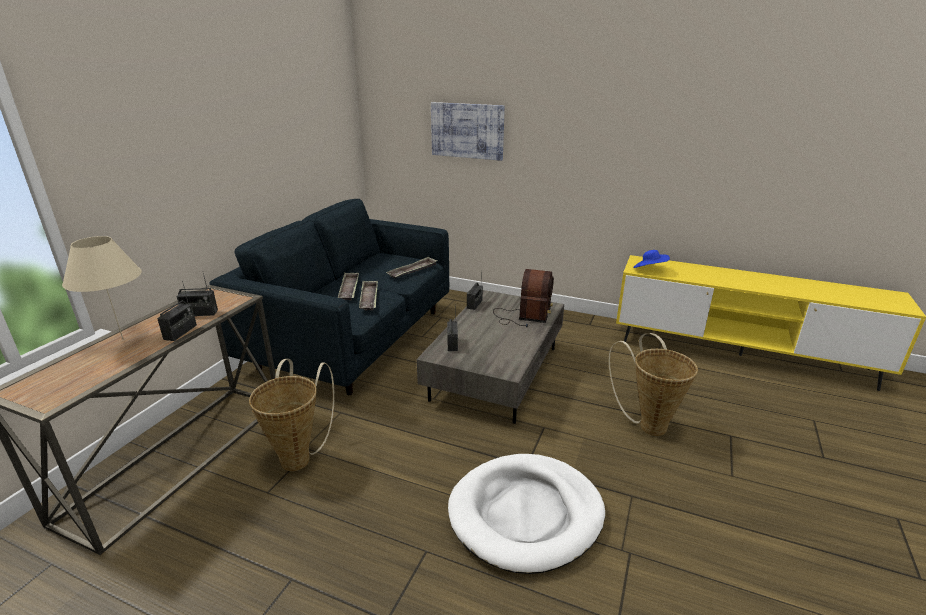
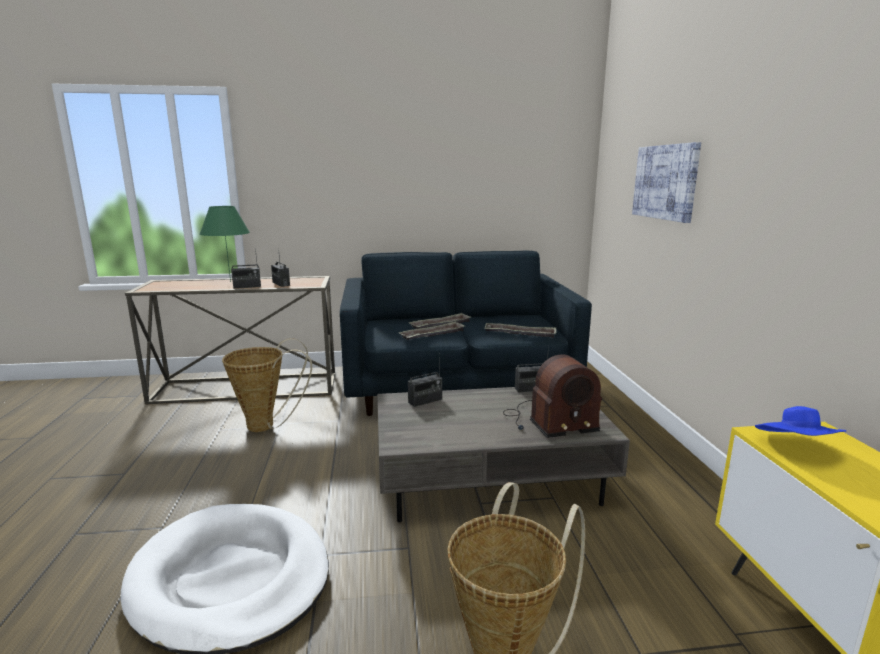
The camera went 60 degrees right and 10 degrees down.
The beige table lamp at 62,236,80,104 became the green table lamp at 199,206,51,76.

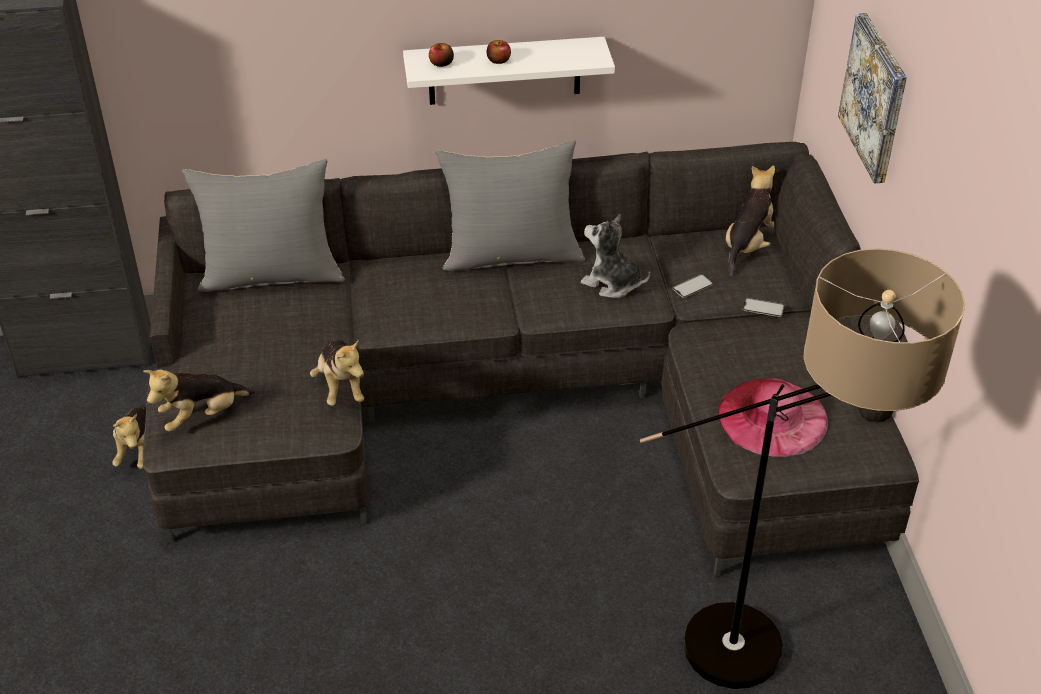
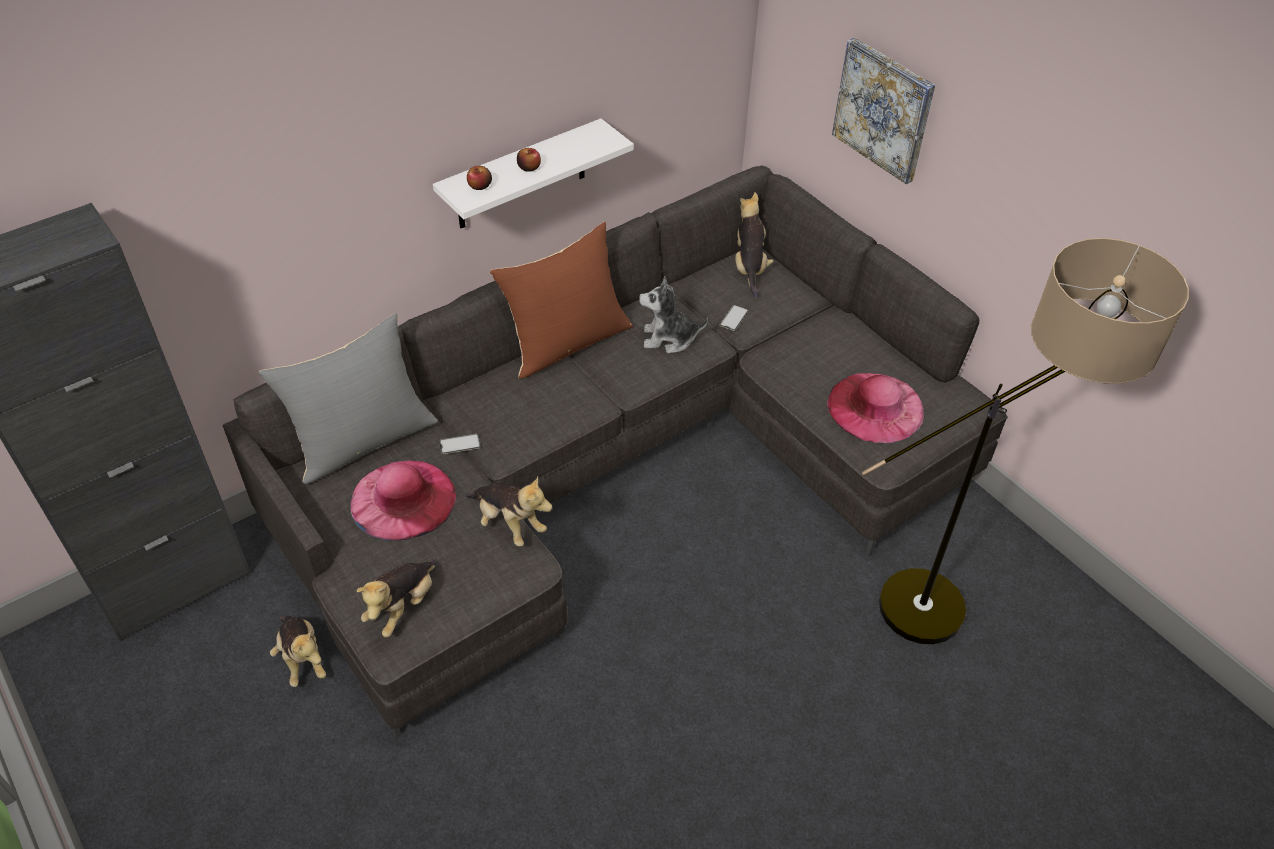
The camera went 30 degrees left and 5 degrees up.
The pink hat at 350,460,106,81 appeared.
The phone moved from 743,298,42,19 to 439,434,42,20.
The grey pillow at 435,140,150,131 became the brown pillow at 490,222,143,157.

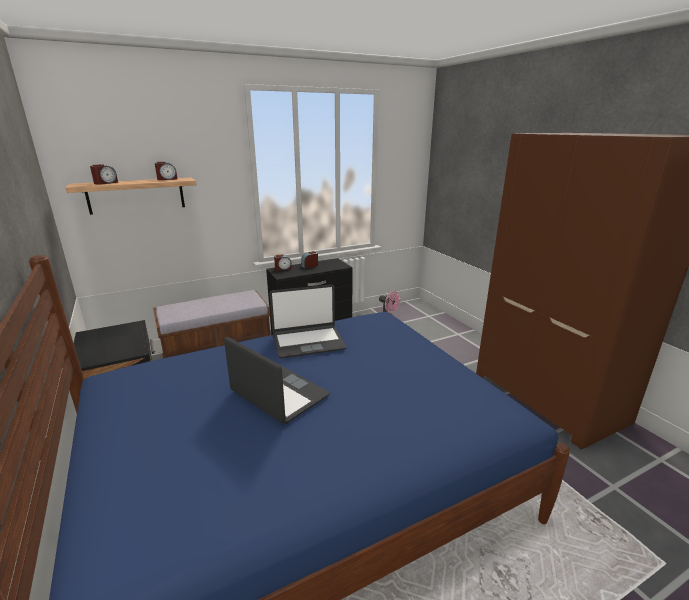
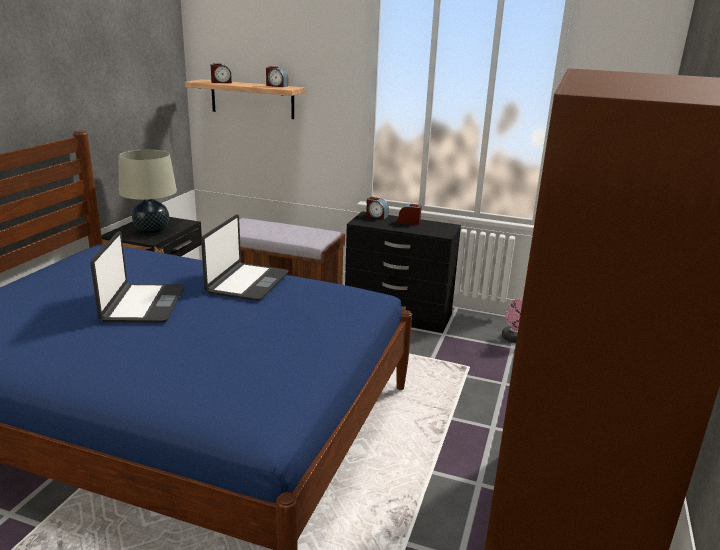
The camera went 45 degrees right and 0 degrees up.
The beige table lamp at 119,149,58,85 appeared.
The laptop at 269,284,77,74 turned 105 degrees counterclockwise.

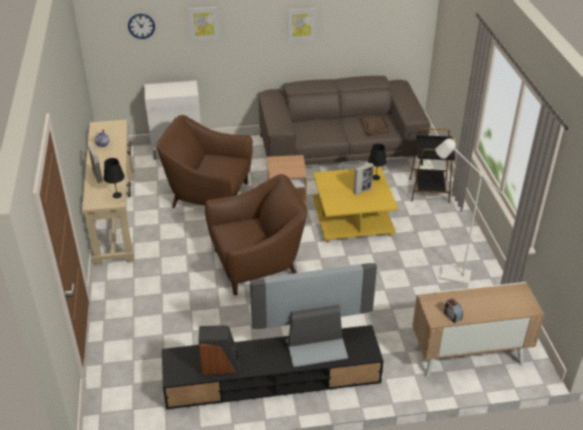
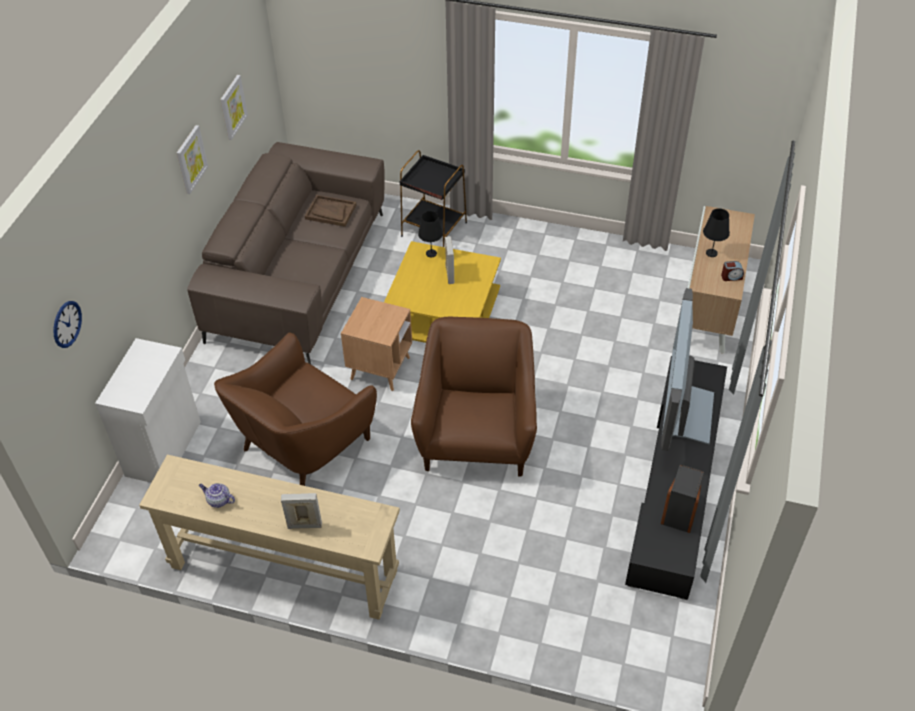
The camera went 65 degrees left and 10 degrees up.
The picture moved from 188,7,32,34 to 220,75,28,65.
The black table lamp moved from 104,158,21,40 to 703,208,27,49.
The white floor lamp at 435,139,68,146 disappeared.

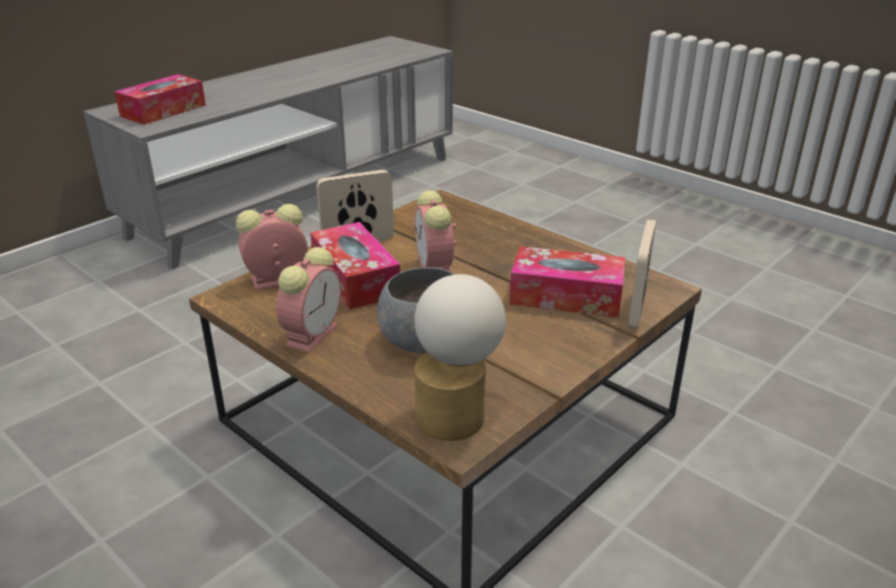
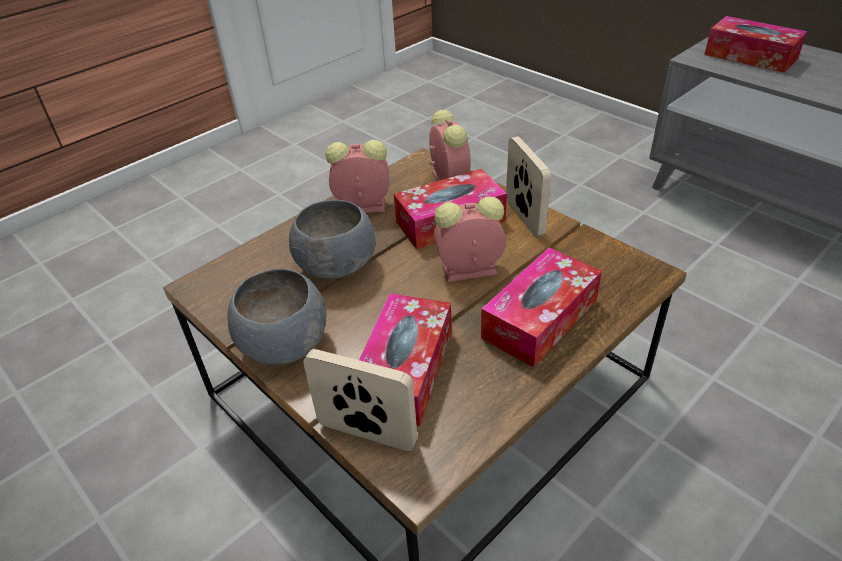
The camera went 95 degrees right and 10 degrees up.
The grey bowl at 227,268,100,97 appeared.
The alarm clock at 276,247,65,106 turned 150 degrees clockwise.
The tissue box at 481,248,121,120 appeared.
The table lamp at 414,274,92,167 disappeared.

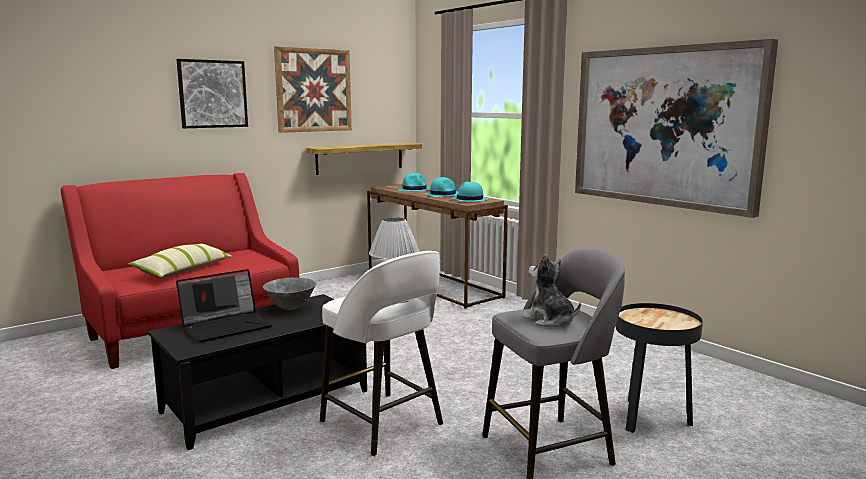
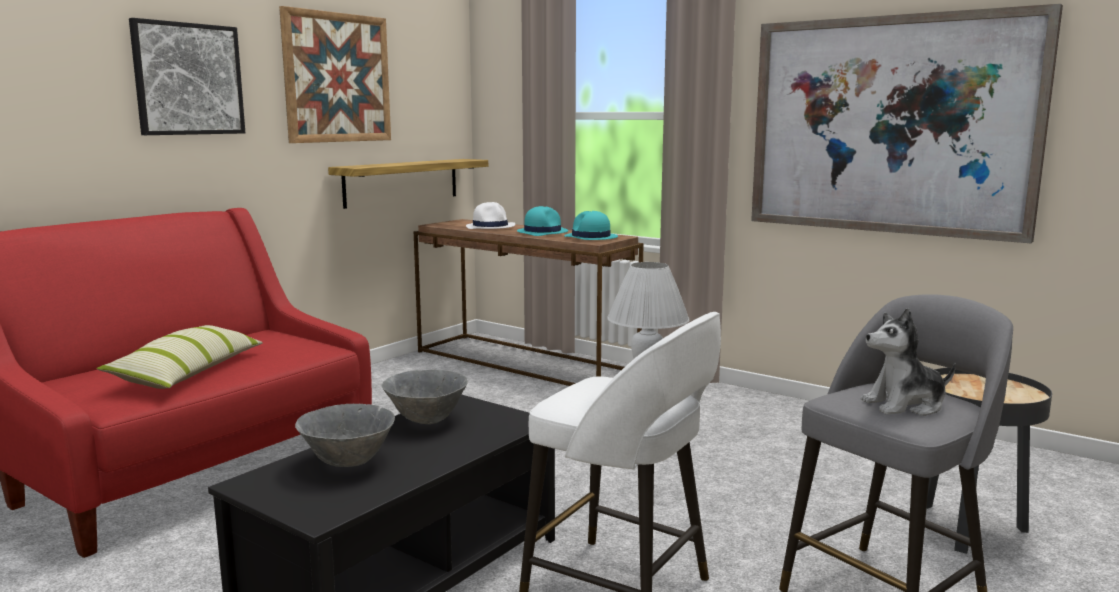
The camera went 15 degrees left and 0 degrees up.
The laptop at 176,269,96,74 was replaced by the grey bowl at 295,404,100,63.
The turquoise hat at 398,173,33,18 became the white hat at 466,202,49,27.
The plush toy at 523,254,58,73 turned 45 degrees counterclockwise.

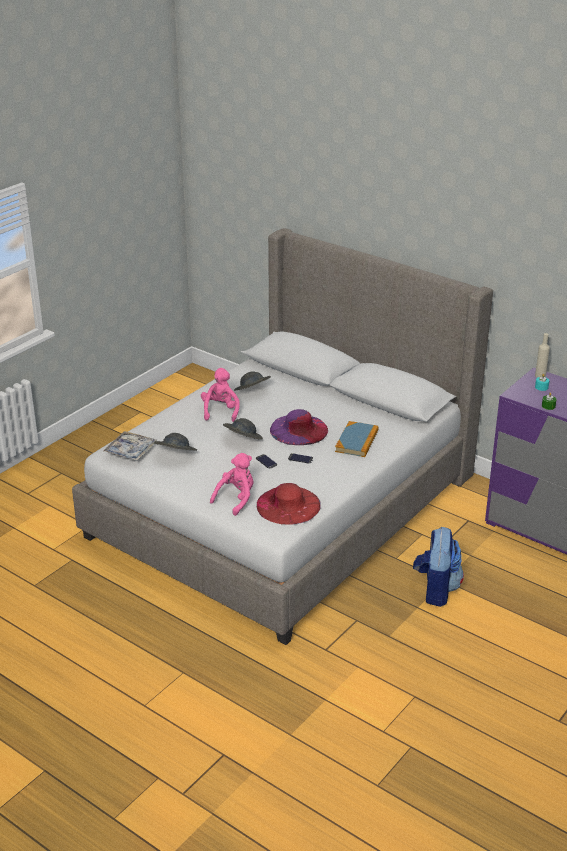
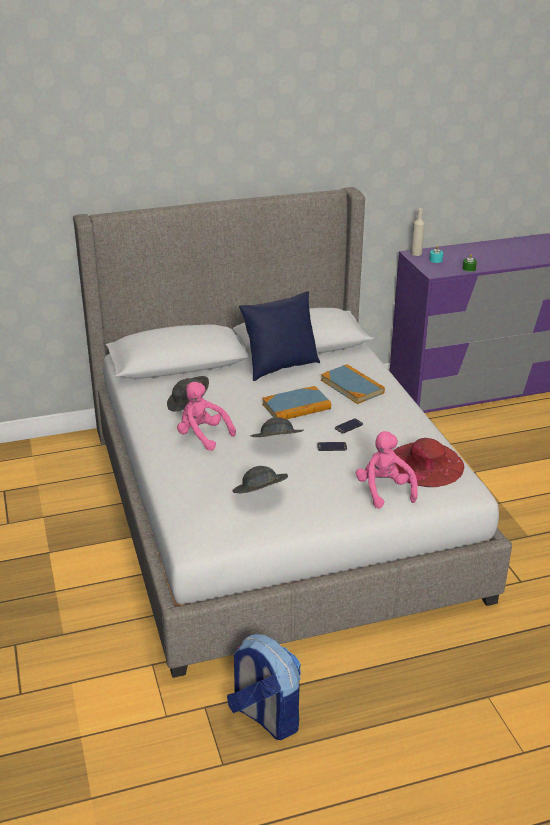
The camera went 55 degrees left and 0 degrees up.
The backpack moved from 413,527,51,80 to 227,634,74,106.
The blue pillow at 239,291,81,90 appeared.
The purple hat at 270,409,58,36 was replaced by the book at 262,386,69,33.
The tray at 103,431,54,30 disappeared.

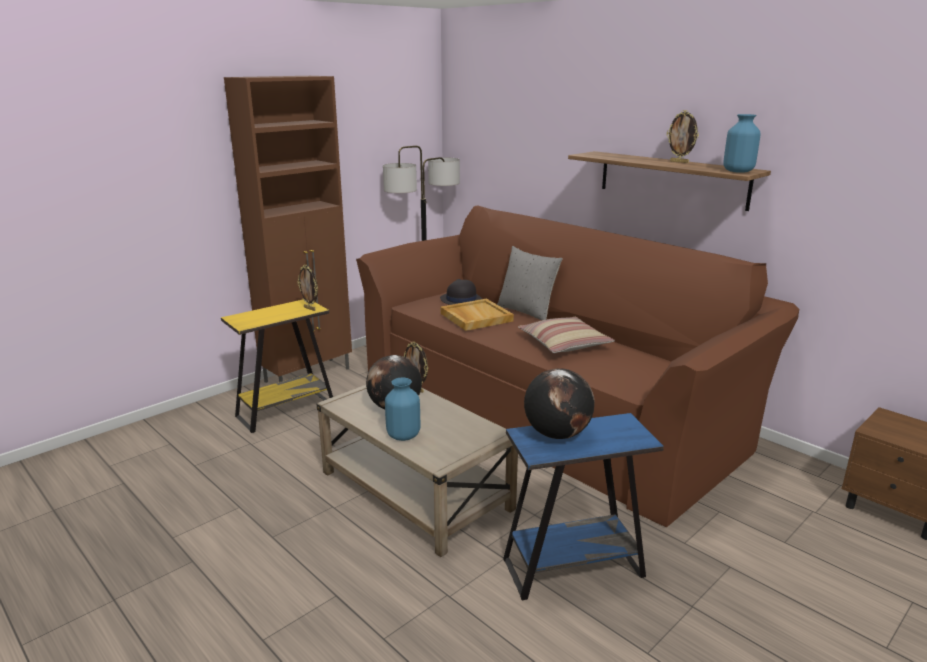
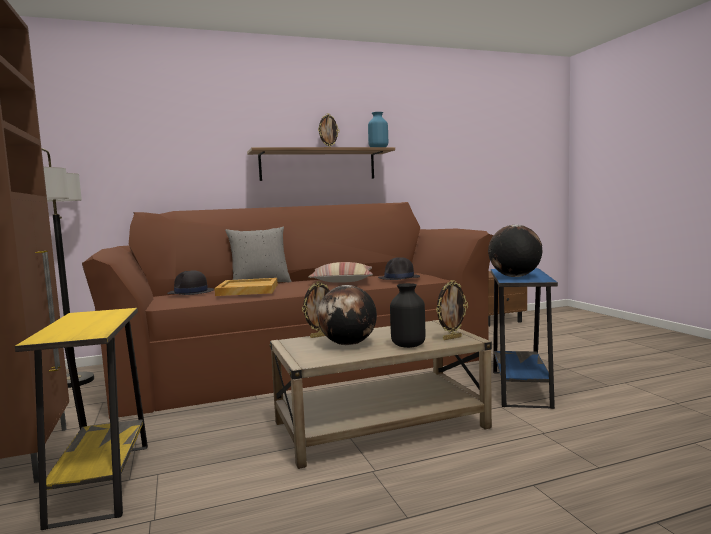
The camera went 65 degrees left and 15 degrees down.
The black hat at 378,257,42,23 appeared.
The blue vase at 385,377,35,64 became the black vase at 390,283,35,65.
The picture frame moved from 297,264,21,47 to 436,280,32,60.

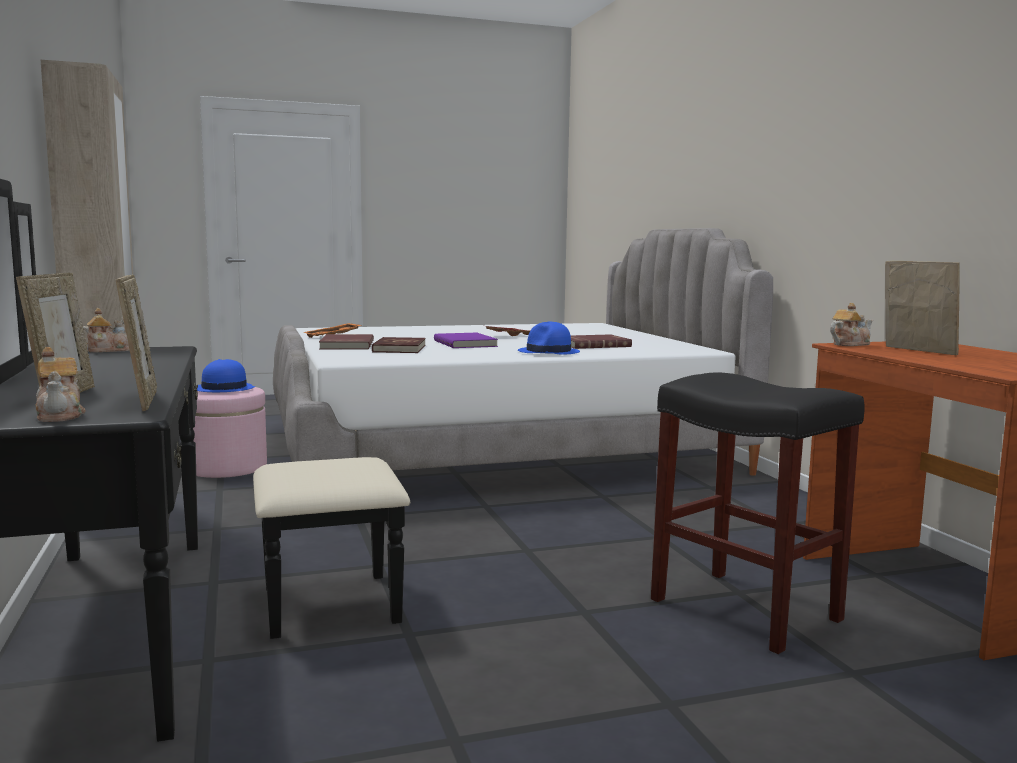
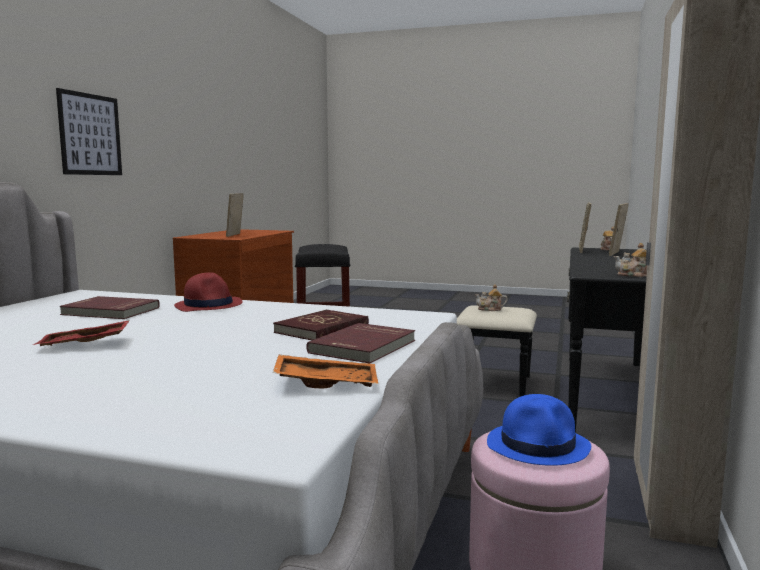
The camera went 145 degrees left and 0 degrees up.
The picture at 56,88,66,87 appeared.
The blue hat at 518,321,62,34 became the red hat at 174,272,68,40.
The teapot moved from 830,303,43,43 to 475,284,33,27.
The purple book at 434,333,64,15 disappeared.

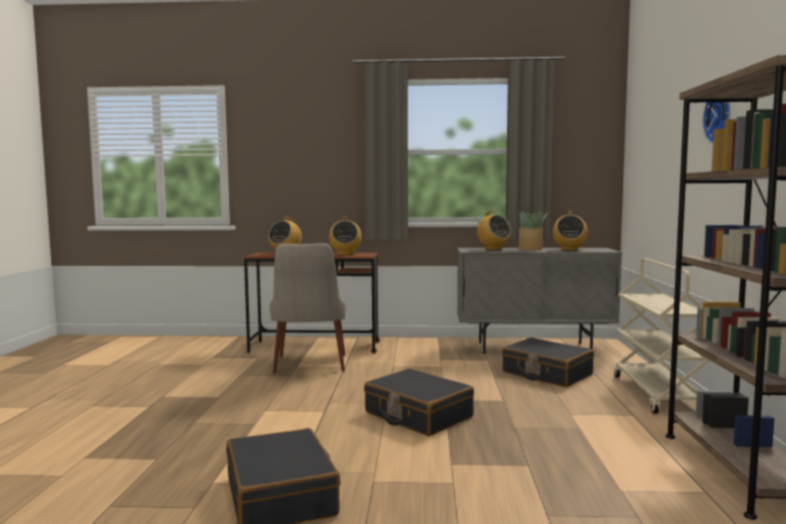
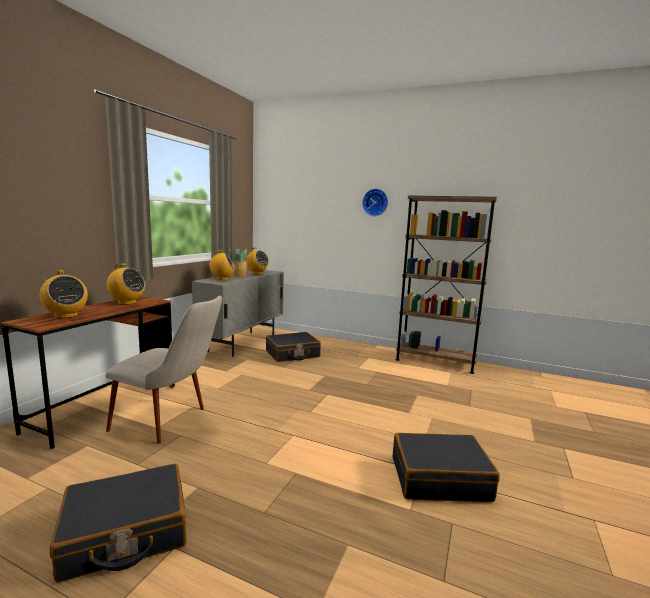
The camera went 70 degrees left and 5 degrees up.
The black suitcase moved from 364,368,110,68 to 50,464,136,118.
The beige cart at 614,258,96,156 disappeared.

